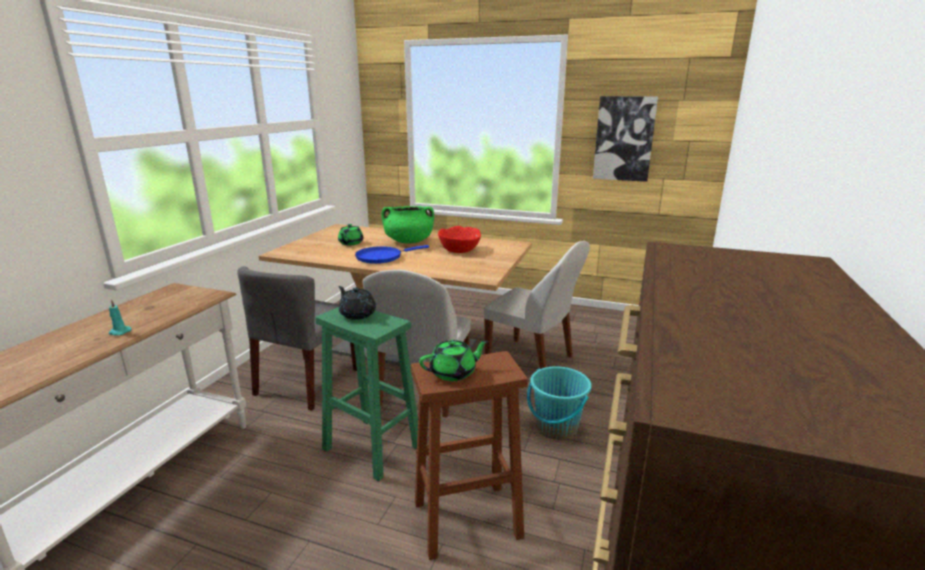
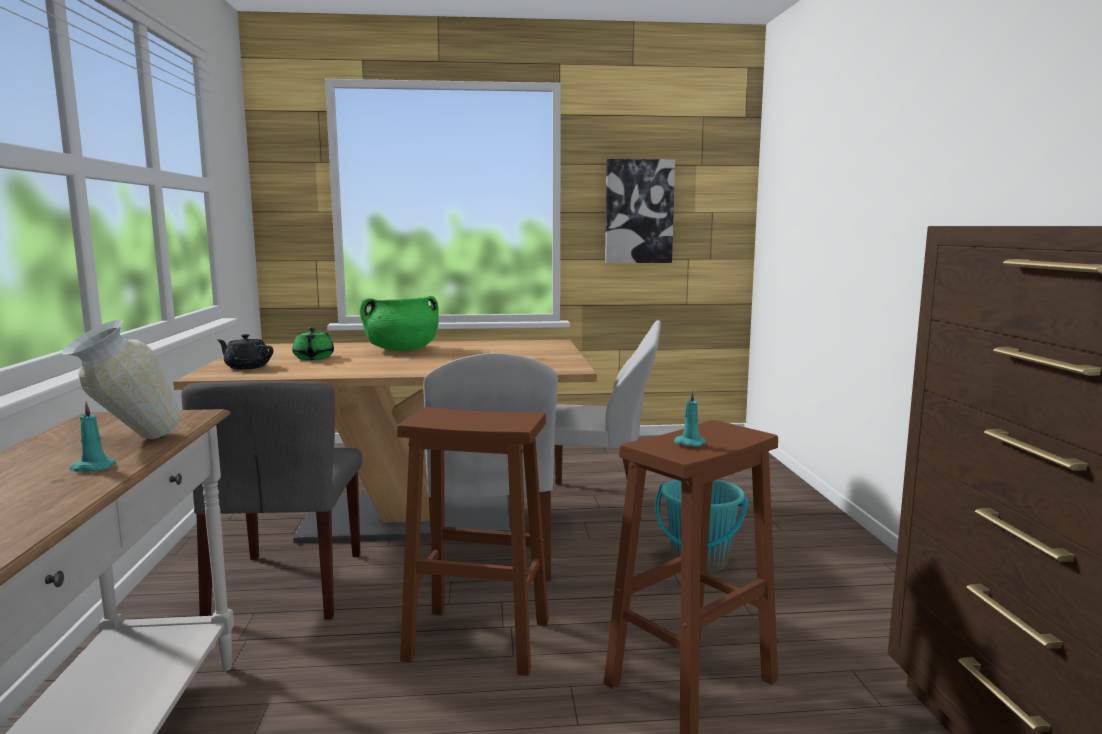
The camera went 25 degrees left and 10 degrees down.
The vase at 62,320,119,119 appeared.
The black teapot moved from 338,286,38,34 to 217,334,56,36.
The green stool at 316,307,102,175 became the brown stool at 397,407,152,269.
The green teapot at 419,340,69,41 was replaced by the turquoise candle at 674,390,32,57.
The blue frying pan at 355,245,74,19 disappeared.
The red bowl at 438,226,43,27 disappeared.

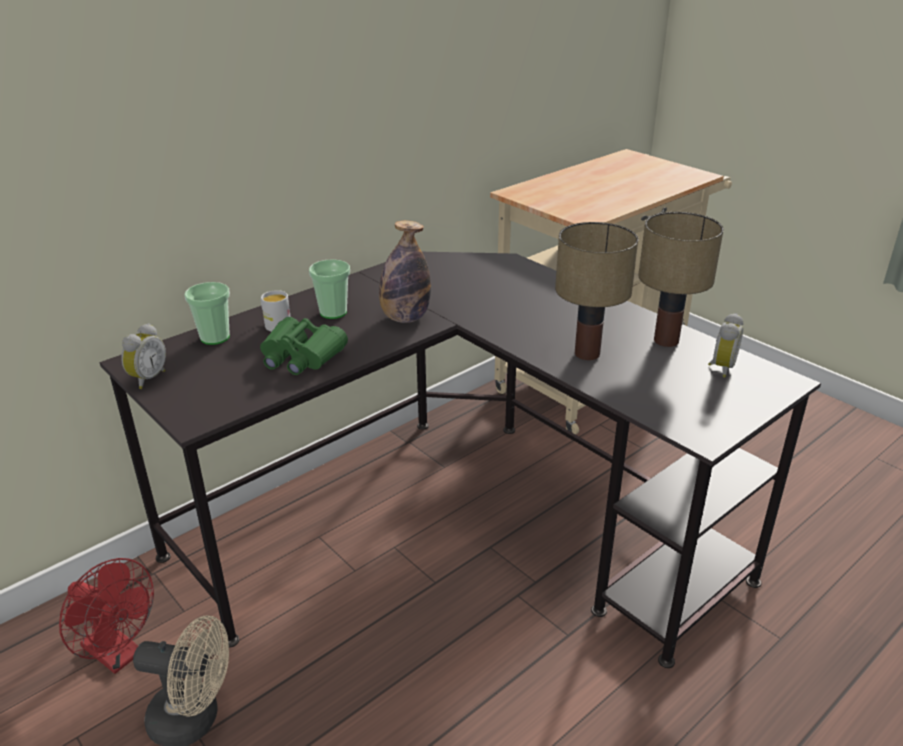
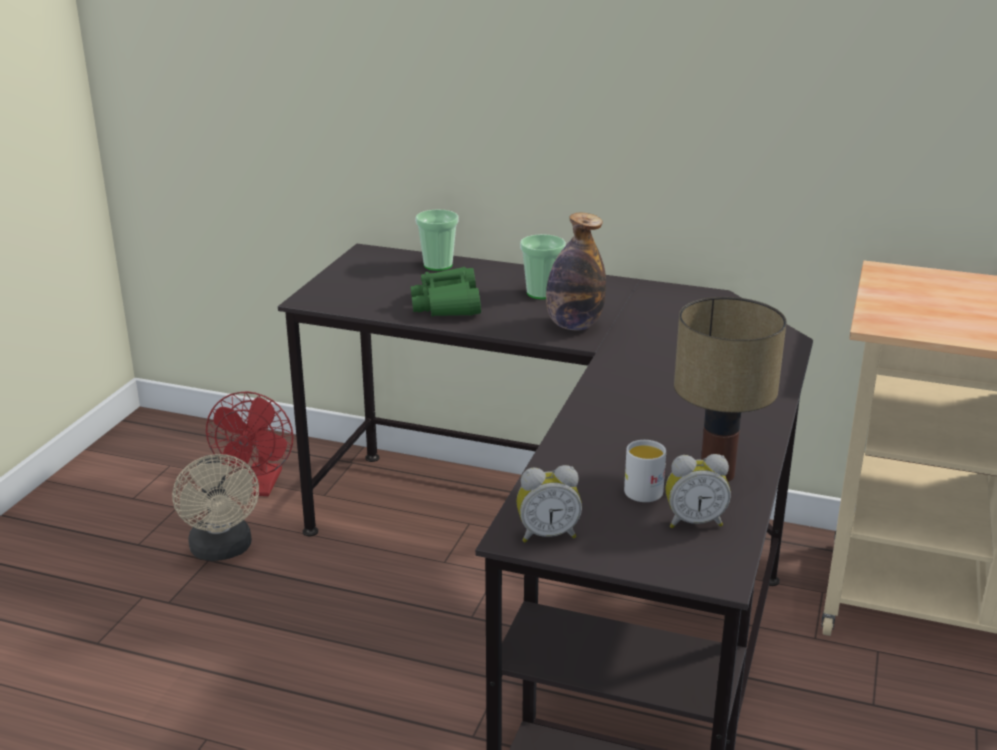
The camera went 60 degrees right and 5 degrees down.
The alarm clock moved from 121,323,45,66 to 517,465,65,77.
The white mug moved from 261,290,29,42 to 624,440,42,62.
The table lamp at 555,222,83,138 disappeared.

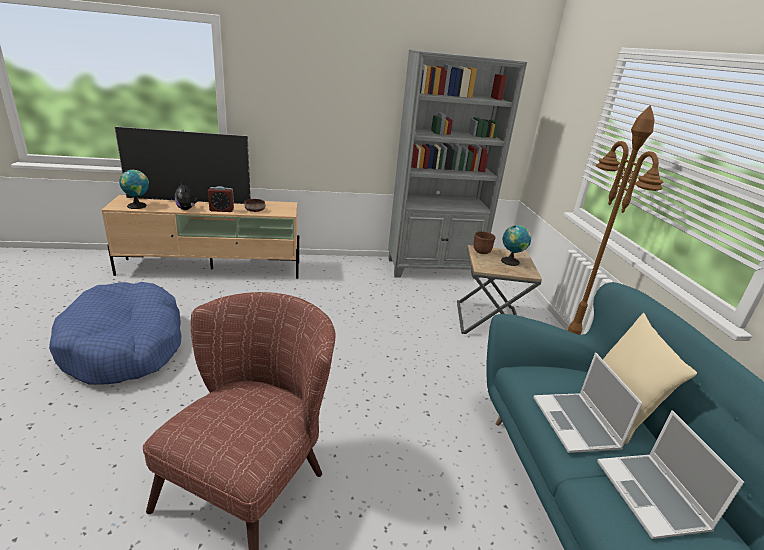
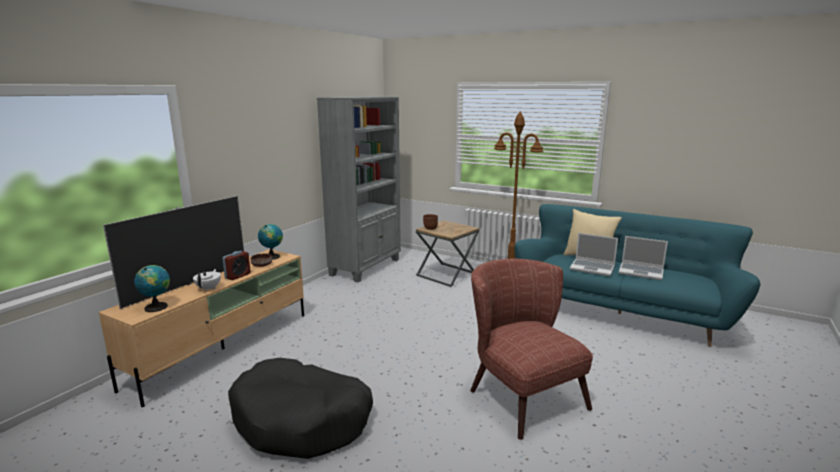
The camera went 50 degrees left and 10 degrees down.
The plush toy at 175,182,23,28 was replaced by the white teapot at 193,269,28,22.
The blue dog bed at 49,282,133,103 became the black dog bed at 228,358,145,101.
The globe moved from 501,225,30,41 to 258,224,25,36.

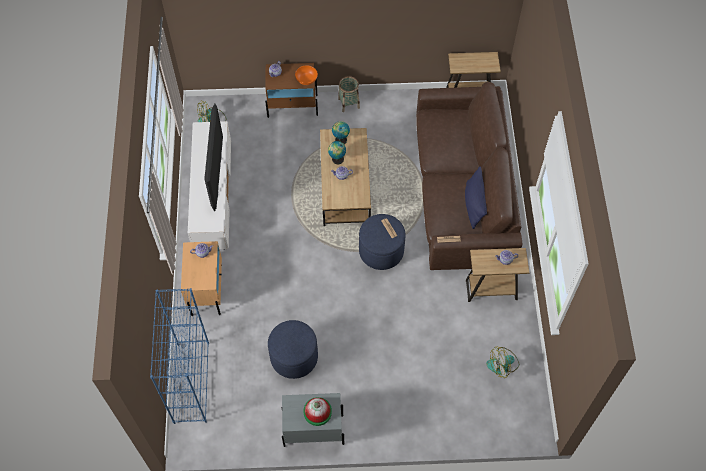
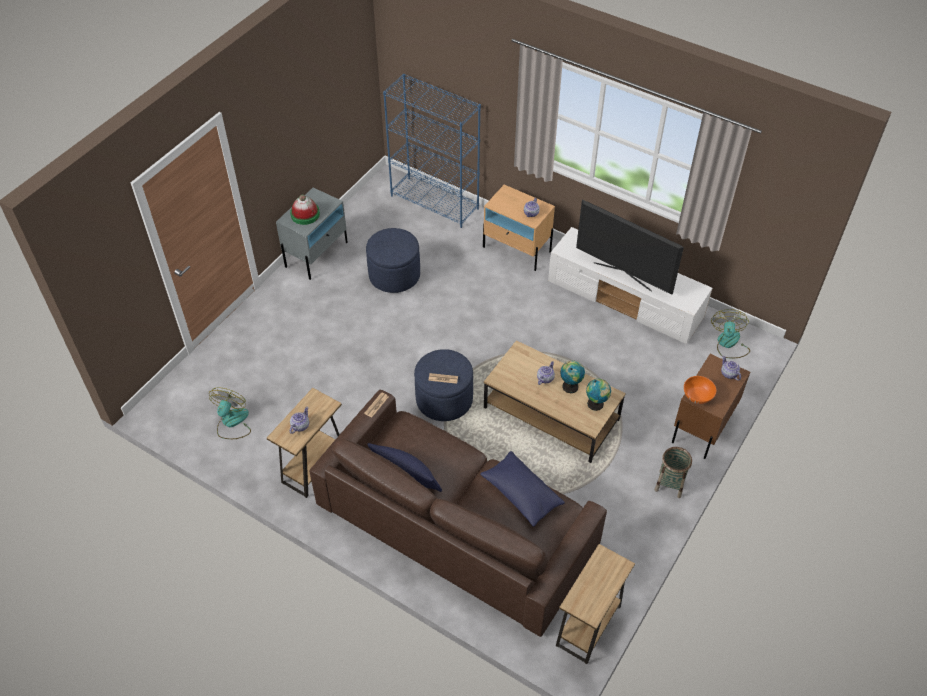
The camera went 125 degrees right and 10 degrees down.
The blue pillow at 480,451,85,76 appeared.

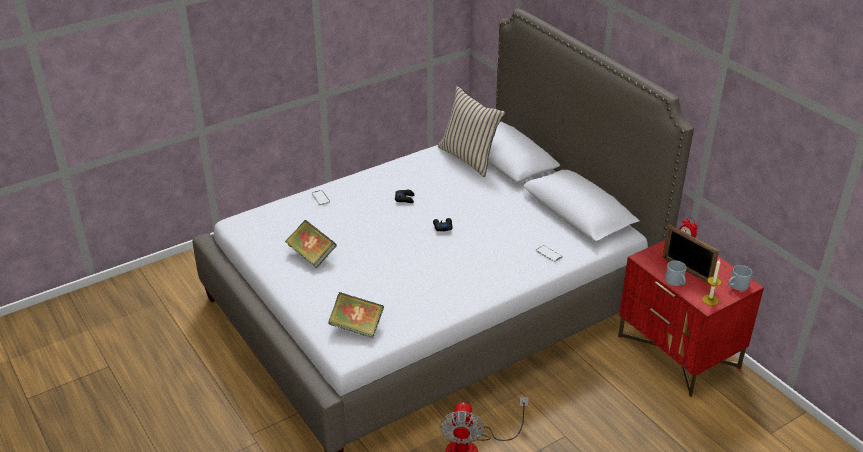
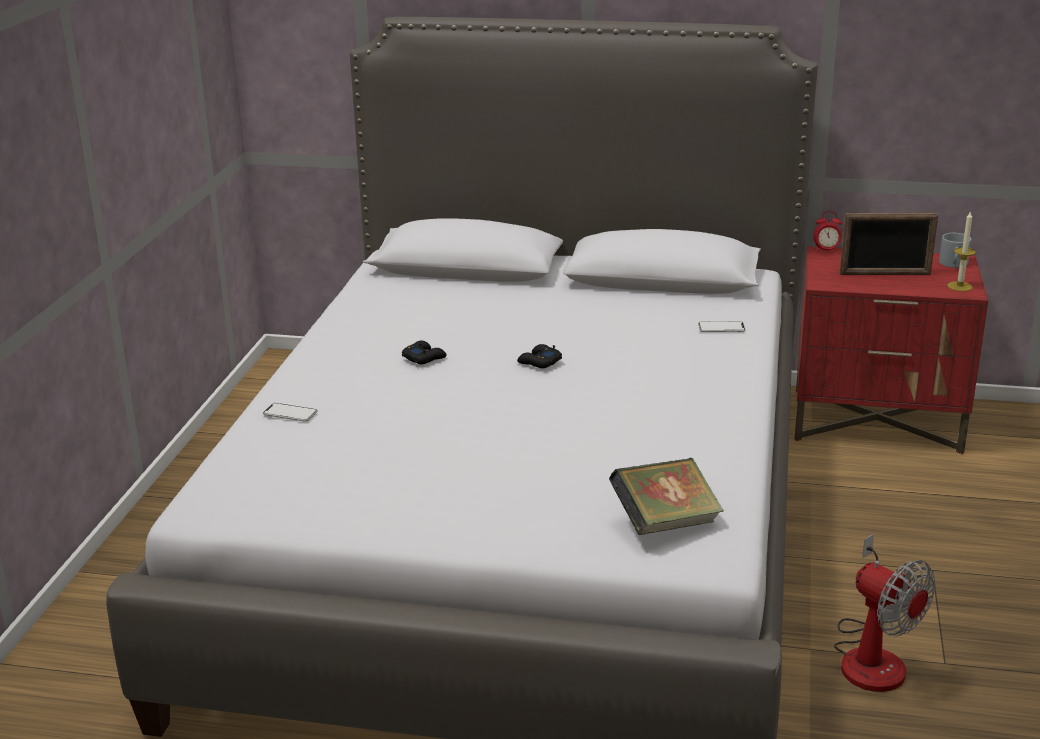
The camera went 45 degrees left and 10 degrees down.
The book at 285,220,52,48 disappeared.
The beige pillow at 438,86,67,91 disappeared.
The grey mug at 665,260,21,26 disappeared.

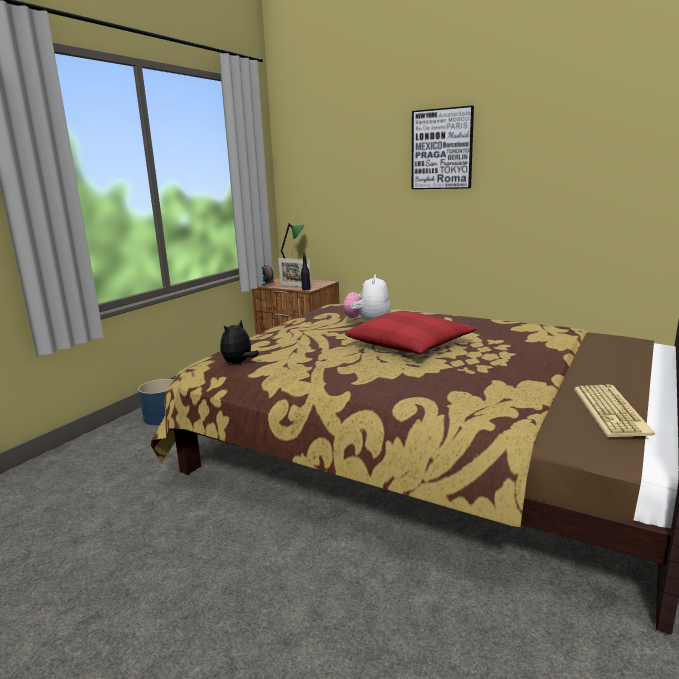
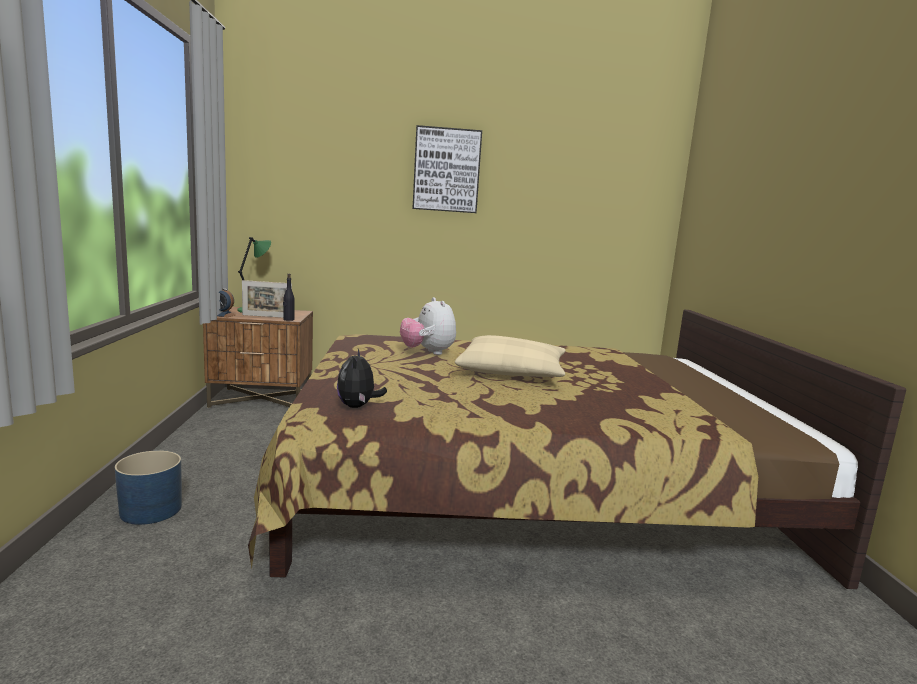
The camera went 35 degrees left and 5 degrees down.
The red pillow at 345,311,131,43 became the beige pillow at 455,335,111,42.
The keyboard at 574,384,81,53 disappeared.

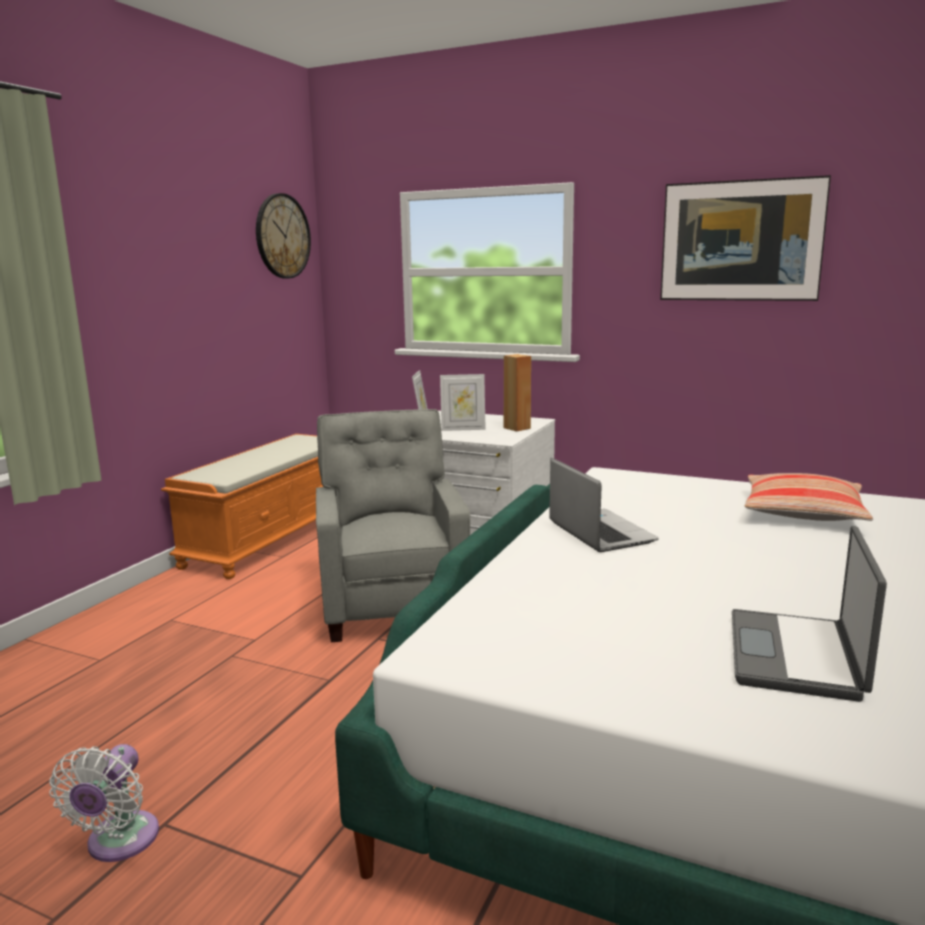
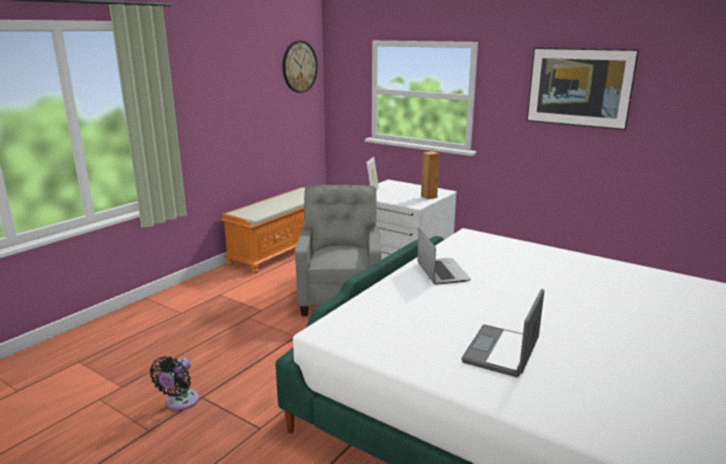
The camera went 10 degrees right and 5 degrees up.
The white fan at 49,744,110,118 became the black fan at 150,356,49,55.
The picture frame at 440,374,46,57 disappeared.
The pillow at 744,473,129,48 disappeared.

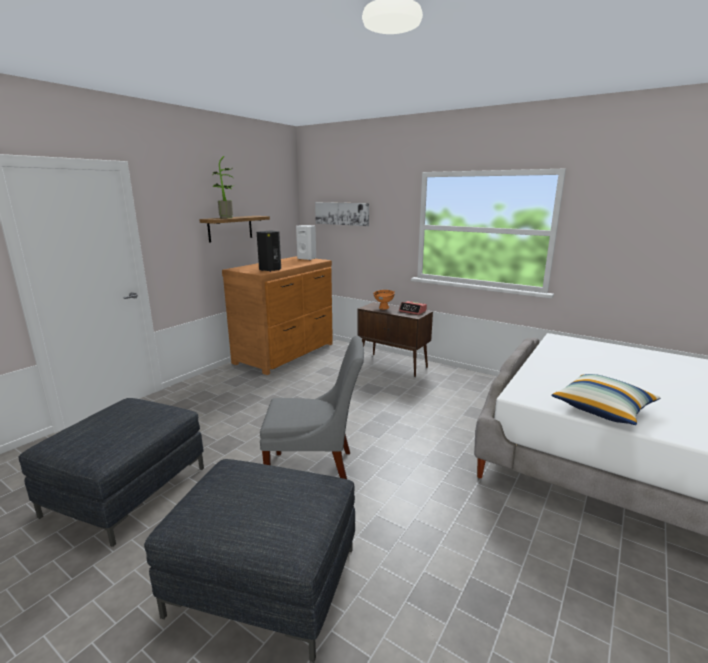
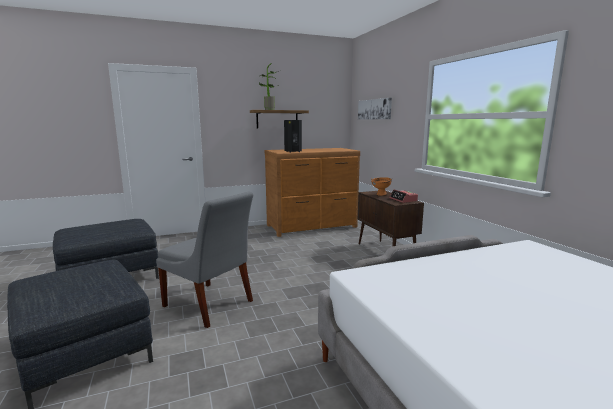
The camera went 35 degrees right and 5 degrees down.
The white speaker at 296,225,20,35 disappeared.
The pillow at 551,374,110,51 disappeared.

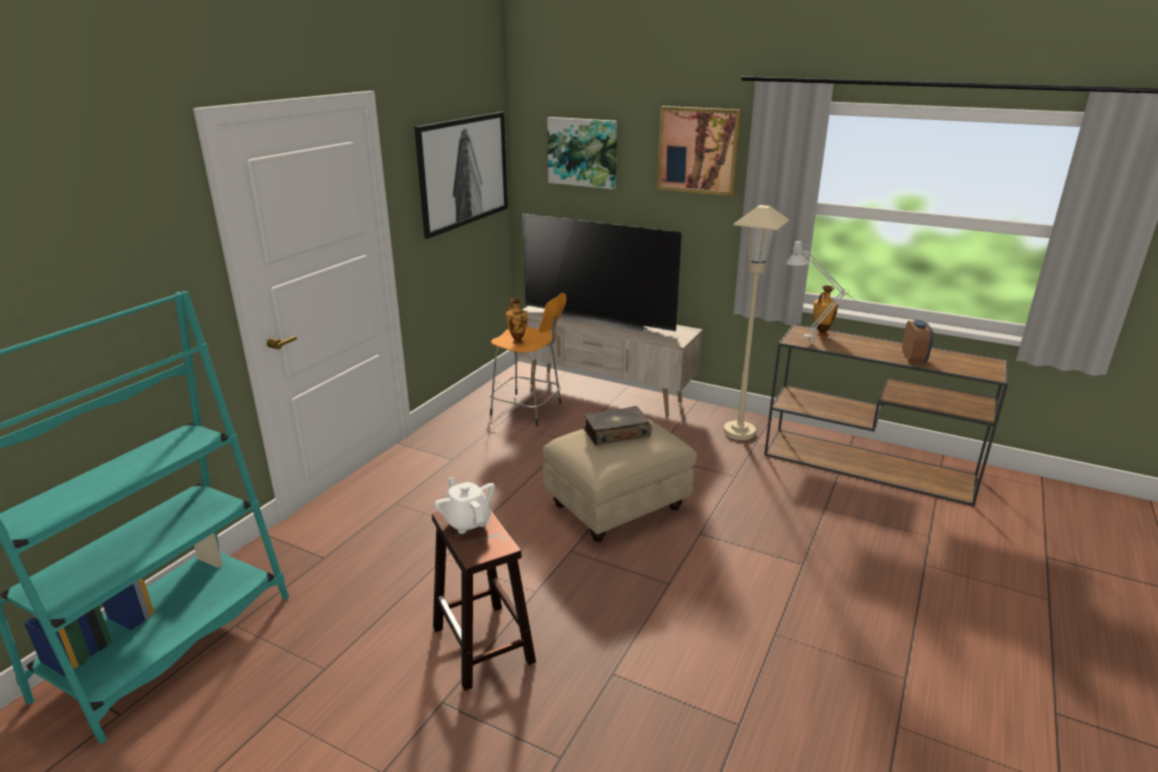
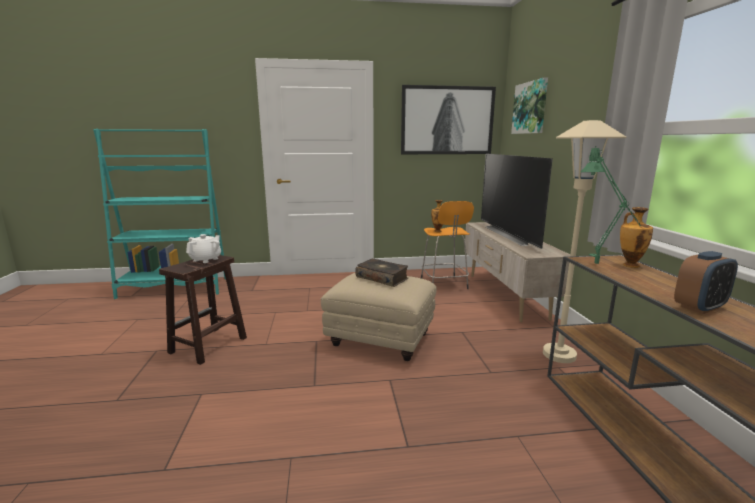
The camera went 55 degrees right and 10 degrees down.
The grey table lamp at 786,240,80,103 became the green table lamp at 581,146,60,118.
The picture at 657,106,84,90 disappeared.

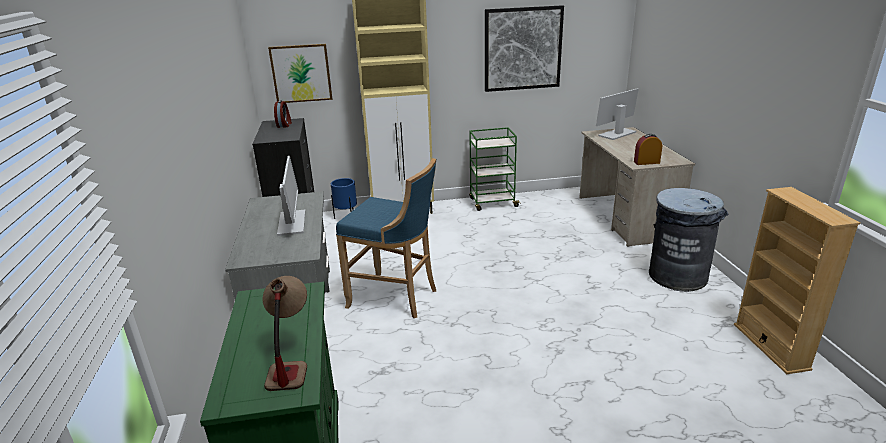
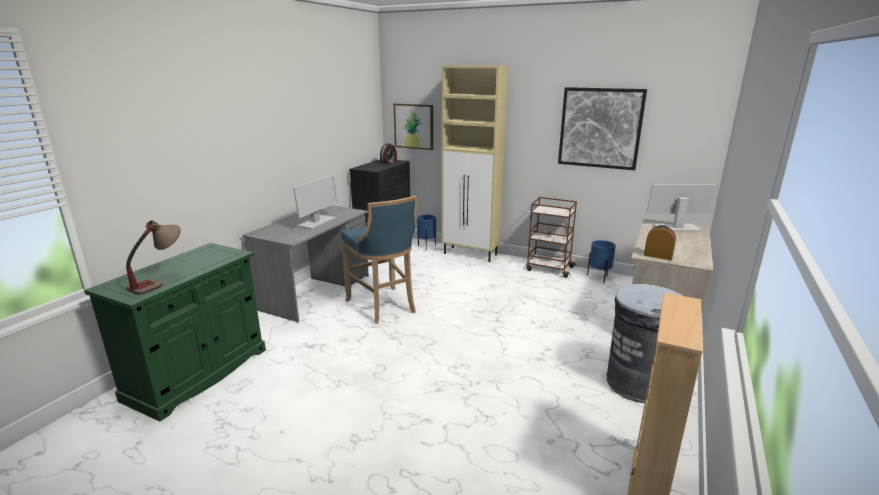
The camera went 35 degrees right and 5 degrees down.
The green cart at 469,127,52,84 became the brown cart at 526,197,51,81.
The blue planter at 587,240,29,44 appeared.

